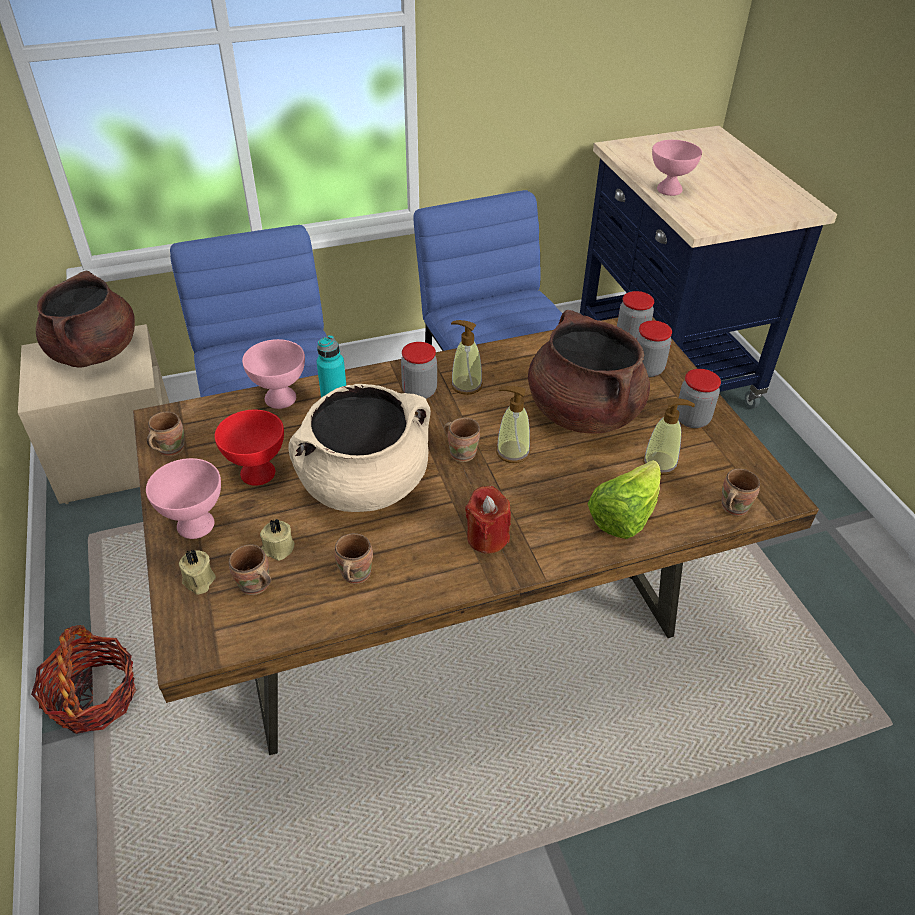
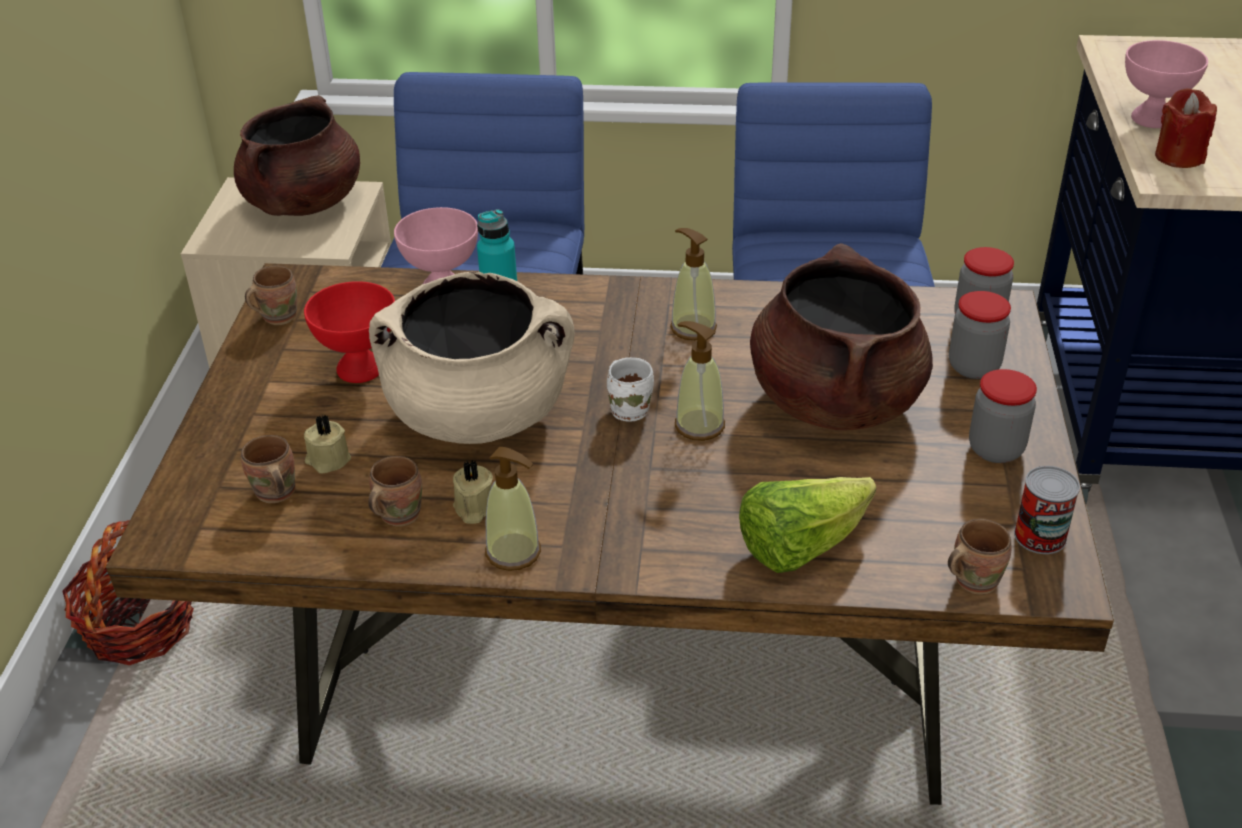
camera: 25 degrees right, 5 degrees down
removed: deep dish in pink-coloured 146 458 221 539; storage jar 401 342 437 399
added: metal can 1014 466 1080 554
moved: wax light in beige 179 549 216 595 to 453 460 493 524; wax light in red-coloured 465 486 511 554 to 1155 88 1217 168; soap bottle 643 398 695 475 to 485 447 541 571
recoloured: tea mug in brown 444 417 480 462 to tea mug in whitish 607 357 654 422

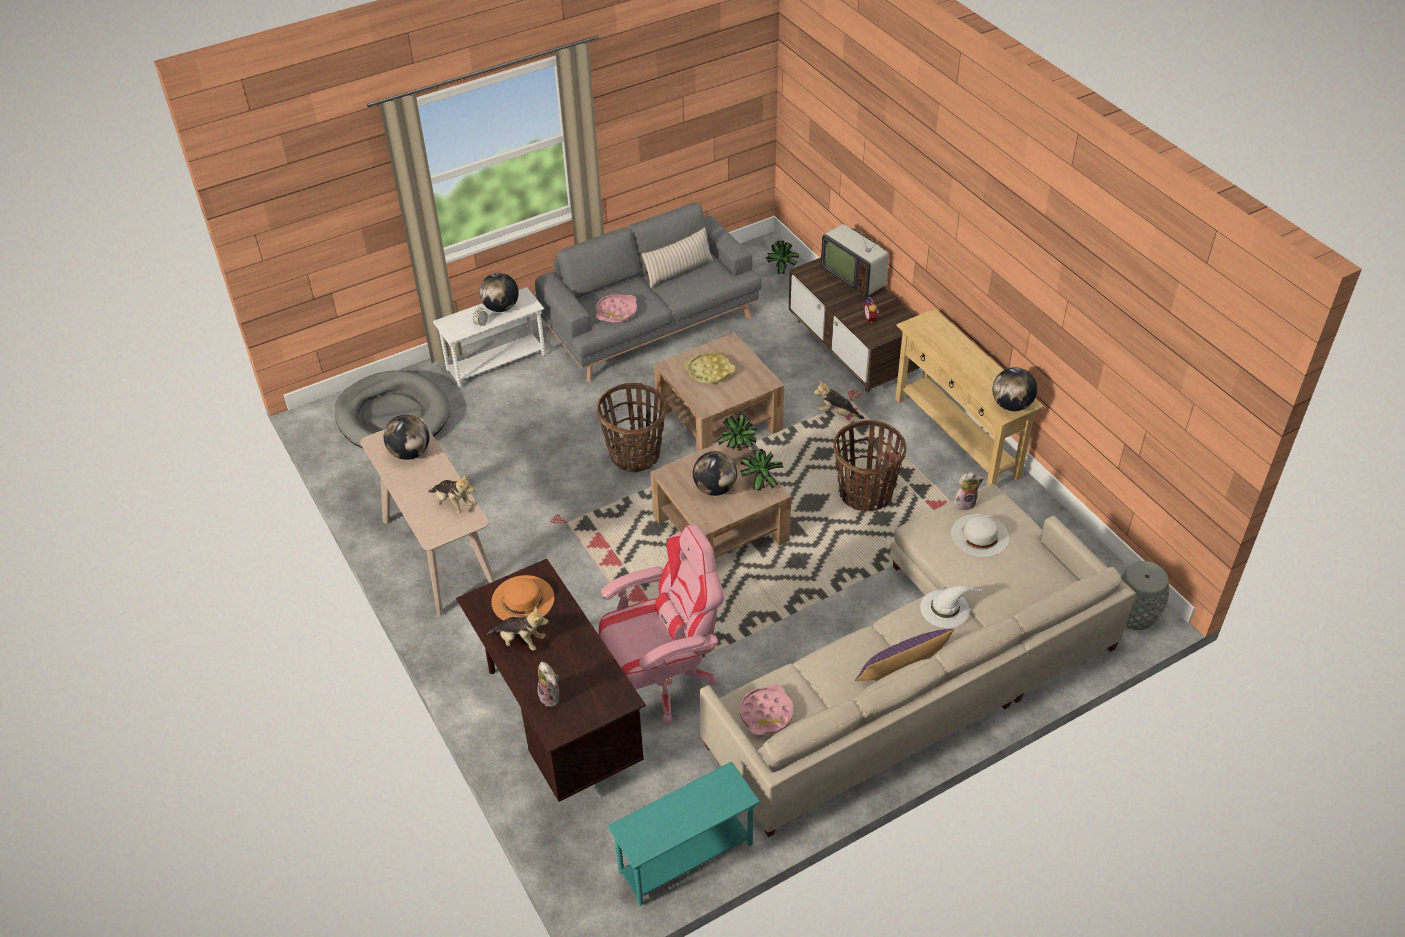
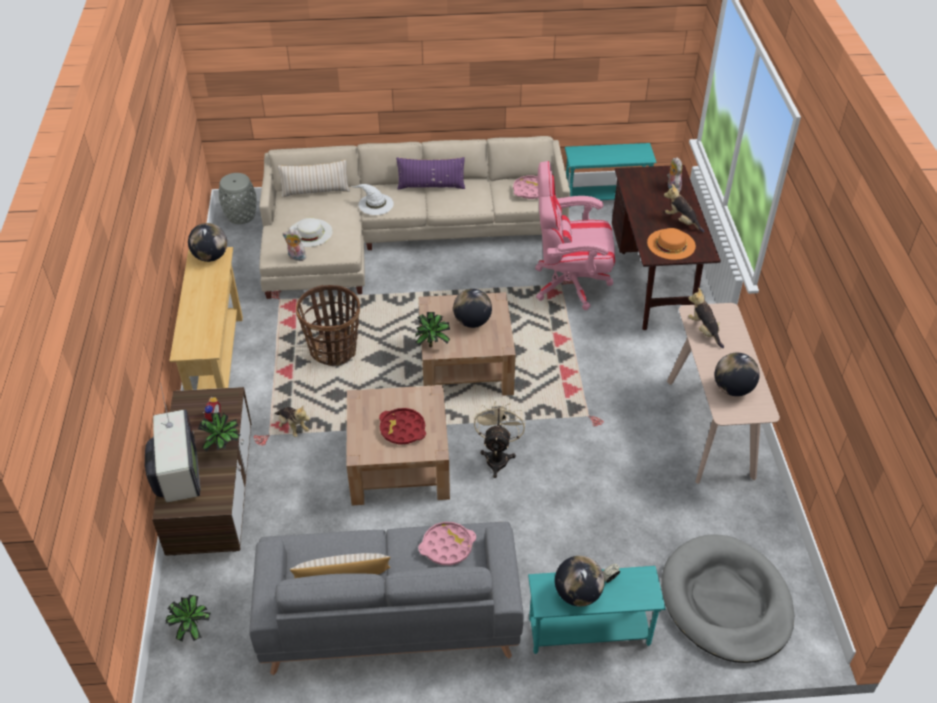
camera: 155 degrees left, 0 degrees up
added: cushion in beige 277 160 350 198
moved: potted plant 740 449 784 491 to 198 412 240 452
replaced: basket 597 383 666 473 to cooling fan in beige 474 401 525 478
recoloured: accent table in whitish 433 287 546 388 to accent table in blue-green 528 566 666 654; carrying tray in yellowish 684 353 735 384 to carrying tray in red-coloured 379 408 426 445

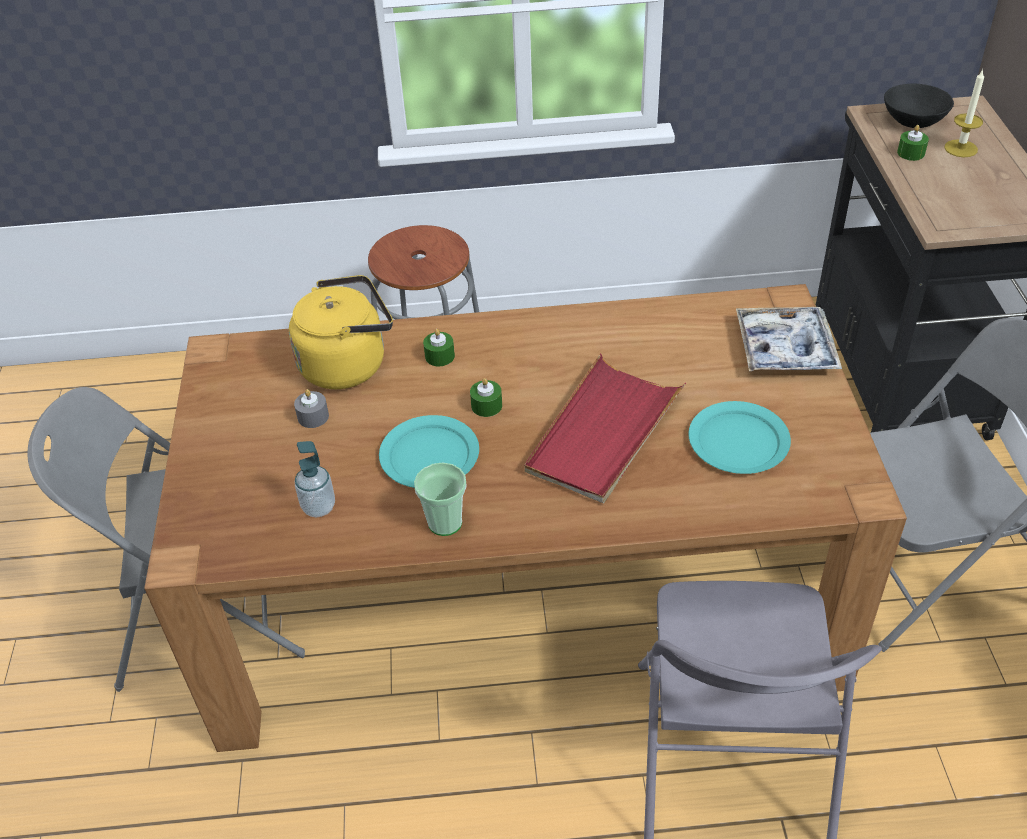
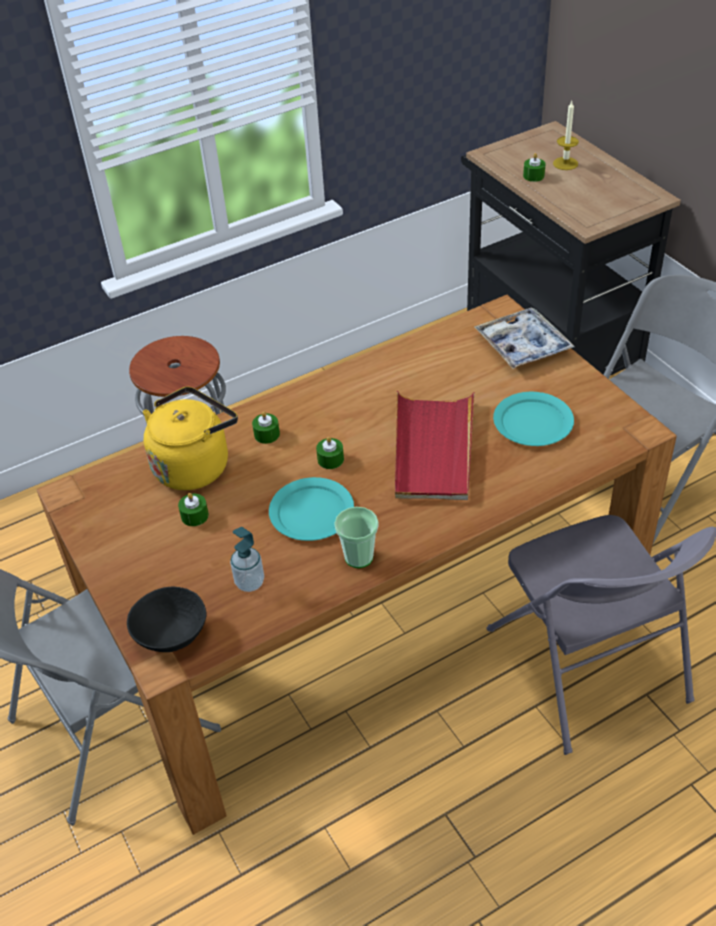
camera: 25 degrees left, 0 degrees up
moved: deep dish in black-coloured 884 84 954 128 to 127 587 207 652
recoloured: wax light in greyish 294 389 329 428 to wax light in green 178 493 209 526

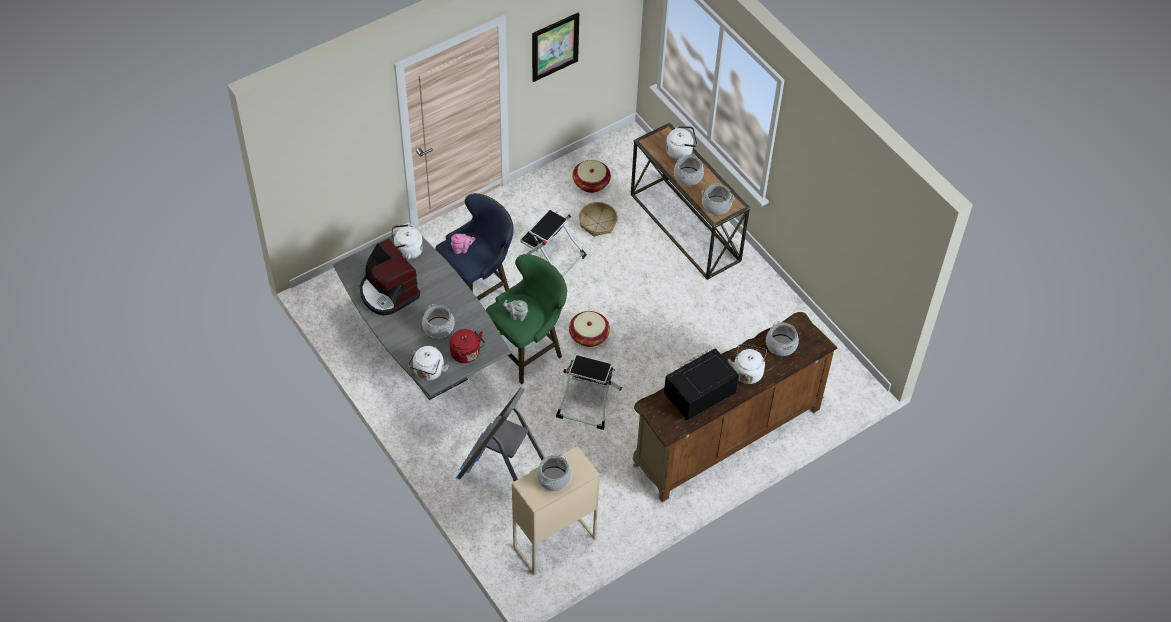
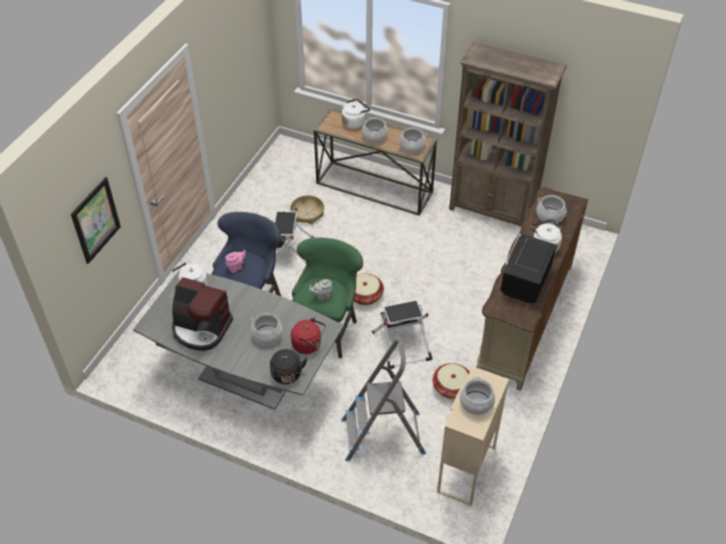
camera: 30 degrees left, 5 degrees down
added: shelving unit in brown 449 42 567 226
moved: wall picture 532 12 579 82 to 71 177 121 264; basket 573 160 611 193 to 433 363 470 399
recoloured: water kettle in whitish 408 346 449 381 to water kettle in black-coloured 270 349 307 384

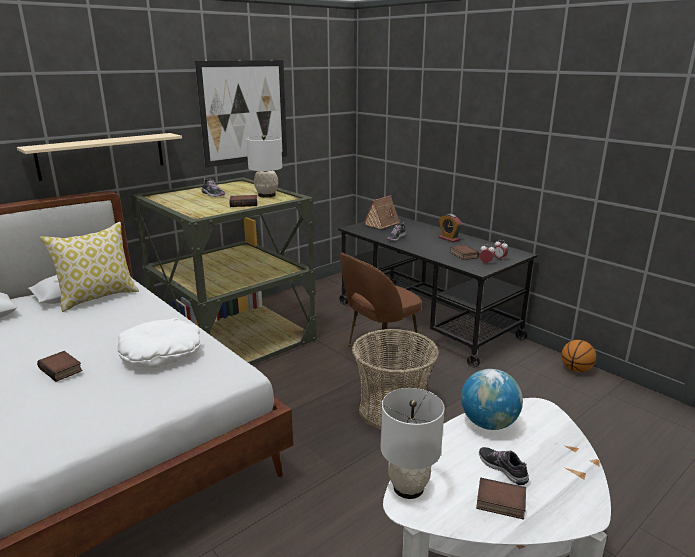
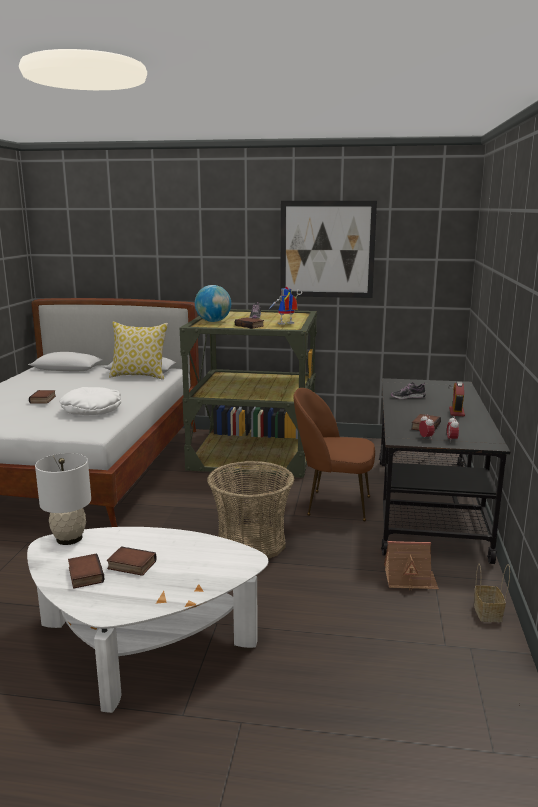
camera: 50 degrees right, 5 degrees down
removed: wall shelf in beige 17 133 182 181
moved: model house 364 195 401 229 to 384 541 439 590; desk globe 461 369 523 430 to 195 285 231 322
replaced: lamp for a table in whitish 246 135 282 197 to robot figure 268 287 302 325; item of footwear 479 447 529 485 to book 107 546 157 576; ball for basketball 561 340 596 372 to basket 474 564 510 622

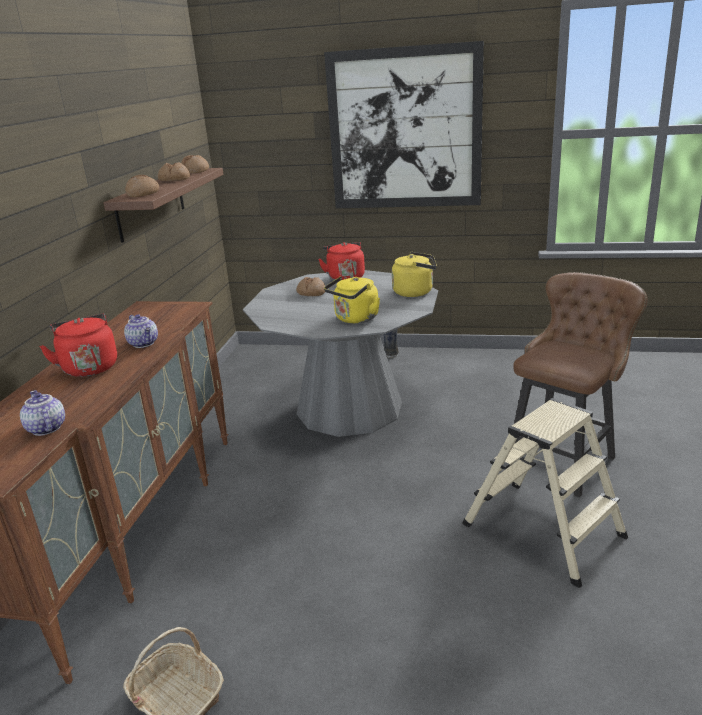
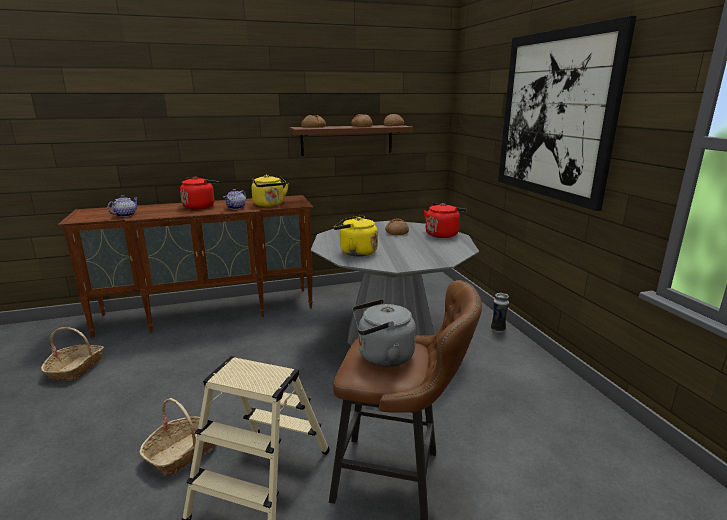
camera: 60 degrees right, 5 degrees down
added: basket 139 398 214 477; water kettle in greyish 352 299 416 367
moved: water kettle in yellowish 392 252 437 297 to 251 175 289 207

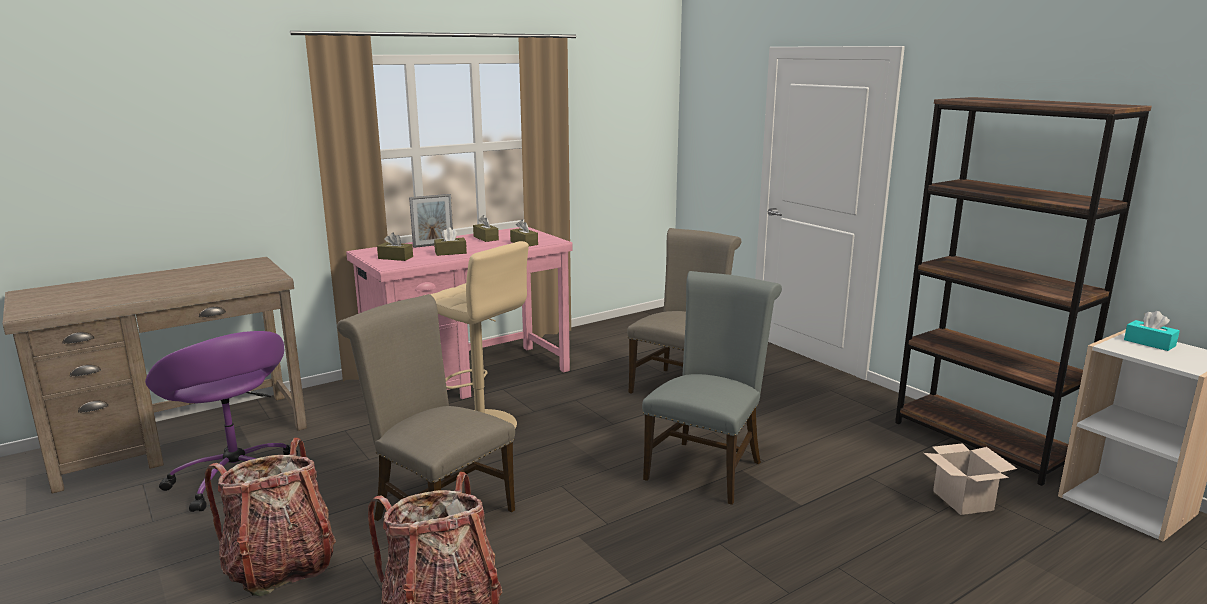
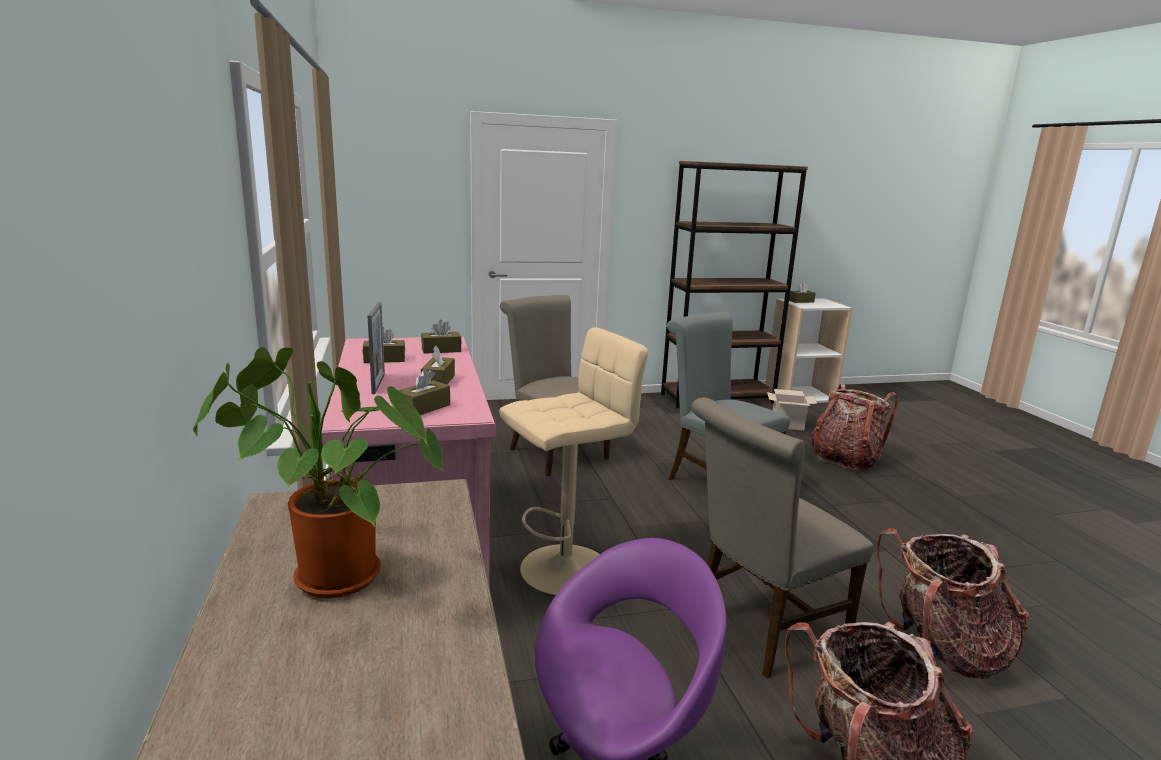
camera: 70 degrees left, 0 degrees up
added: potted plant 193 347 443 598; rucksack 810 384 899 472
recoloured: tissue box in blue-green 1124 311 1180 351 to tissue box in brown 789 282 816 303

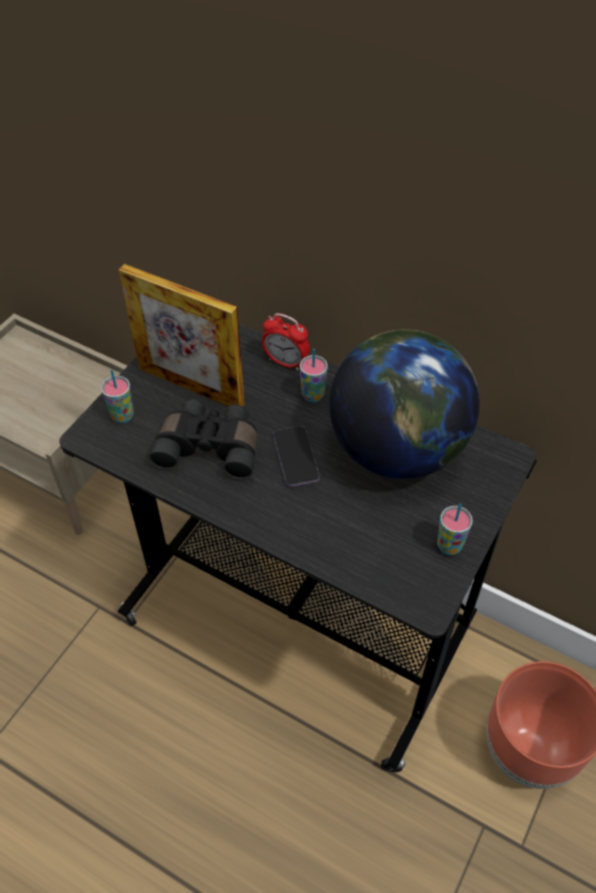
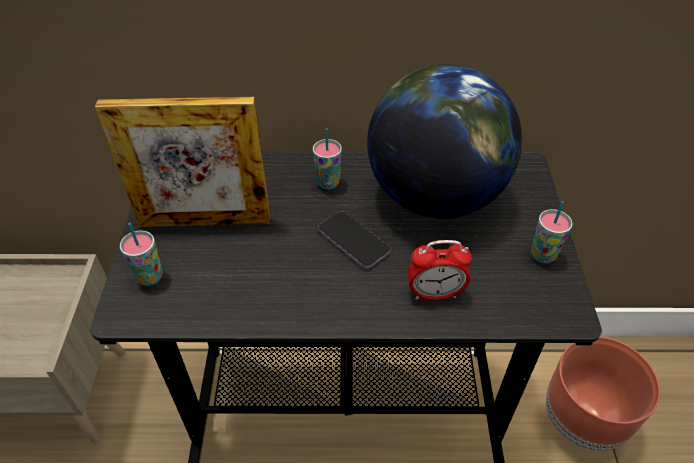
camera: 30 degrees left, 5 degrees down
removed: pair of binoculars in black-coloured 149 399 257 479
moved: alarm clock 262 313 310 371 to 408 240 472 300

